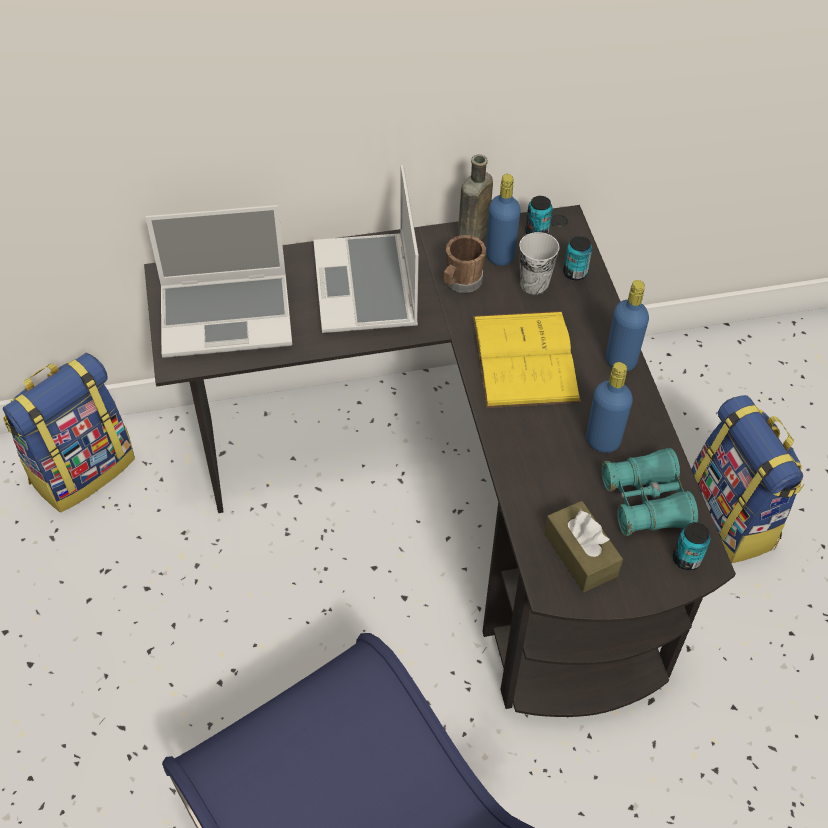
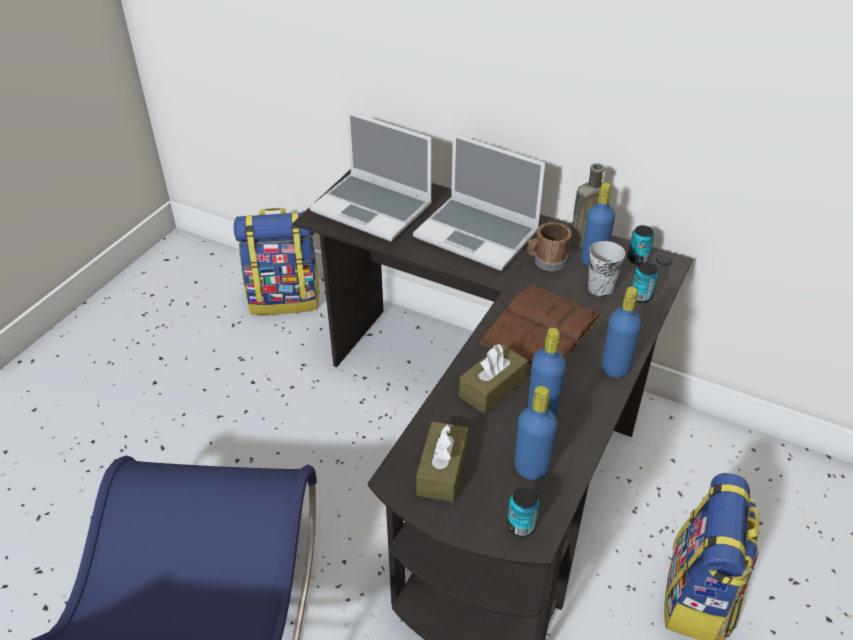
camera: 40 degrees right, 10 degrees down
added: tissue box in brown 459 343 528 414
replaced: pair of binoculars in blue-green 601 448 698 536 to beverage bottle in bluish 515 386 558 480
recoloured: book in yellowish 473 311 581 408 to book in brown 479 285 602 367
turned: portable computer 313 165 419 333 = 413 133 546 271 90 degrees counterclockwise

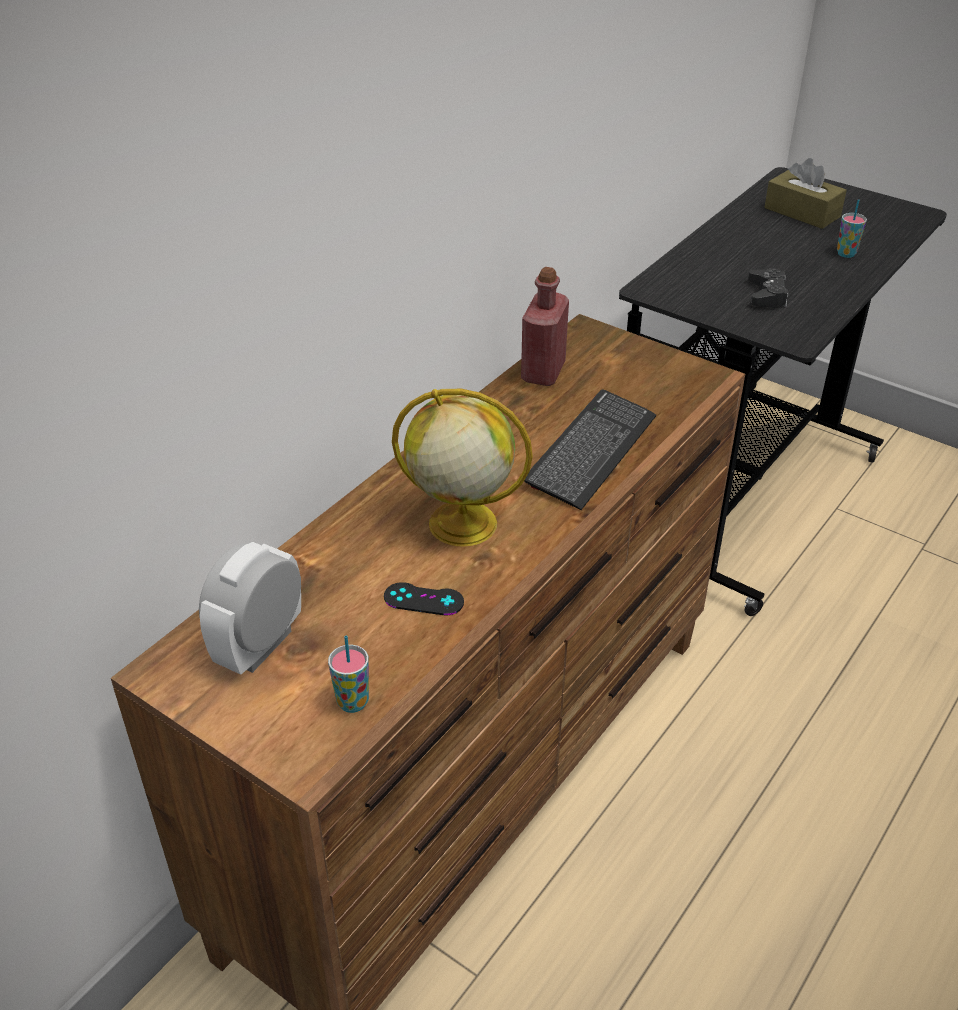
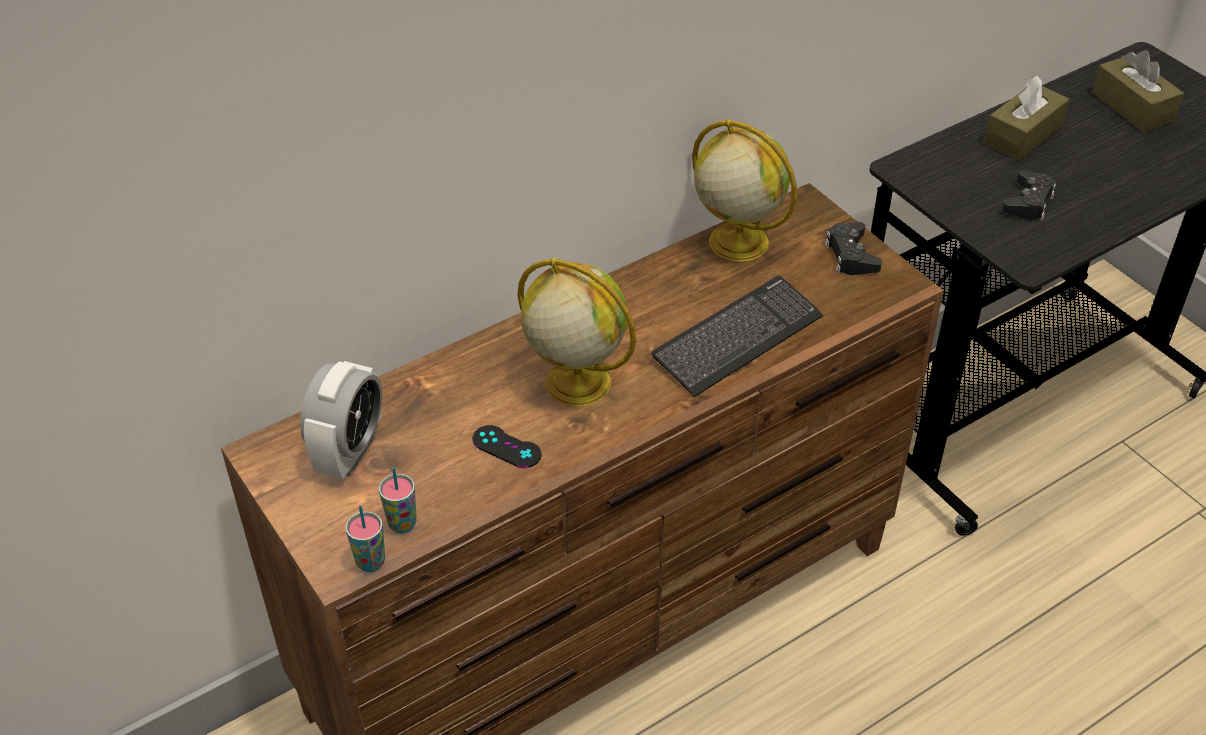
camera: 20 degrees right, 5 degrees up
added: game controller in black-coloured 825 222 882 275; tissue box in brown 984 76 1070 161
moved: drinking cup 837 199 867 258 to 346 506 385 572
replaced: beverage bottle in red-coloured 521 267 569 386 to desk globe 692 119 797 262
turned: alarm clock 199 542 301 675 = 300 361 382 479 150 degrees clockwise

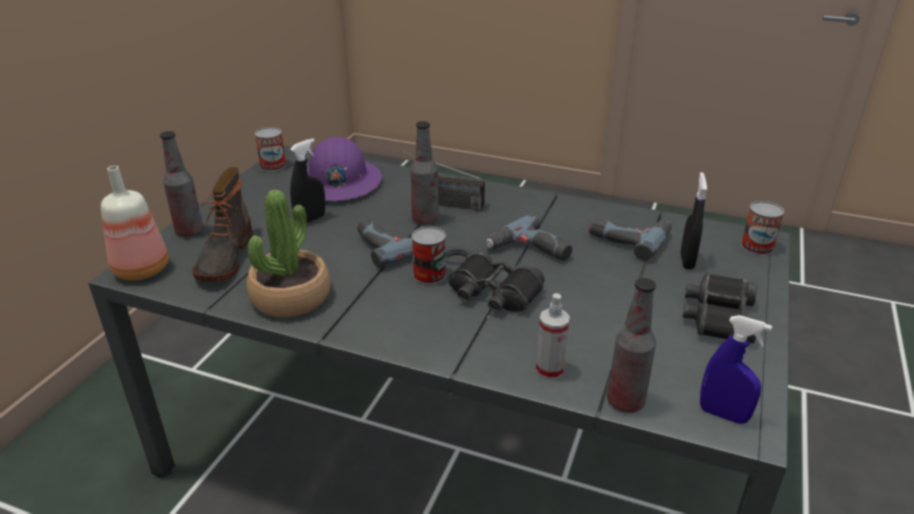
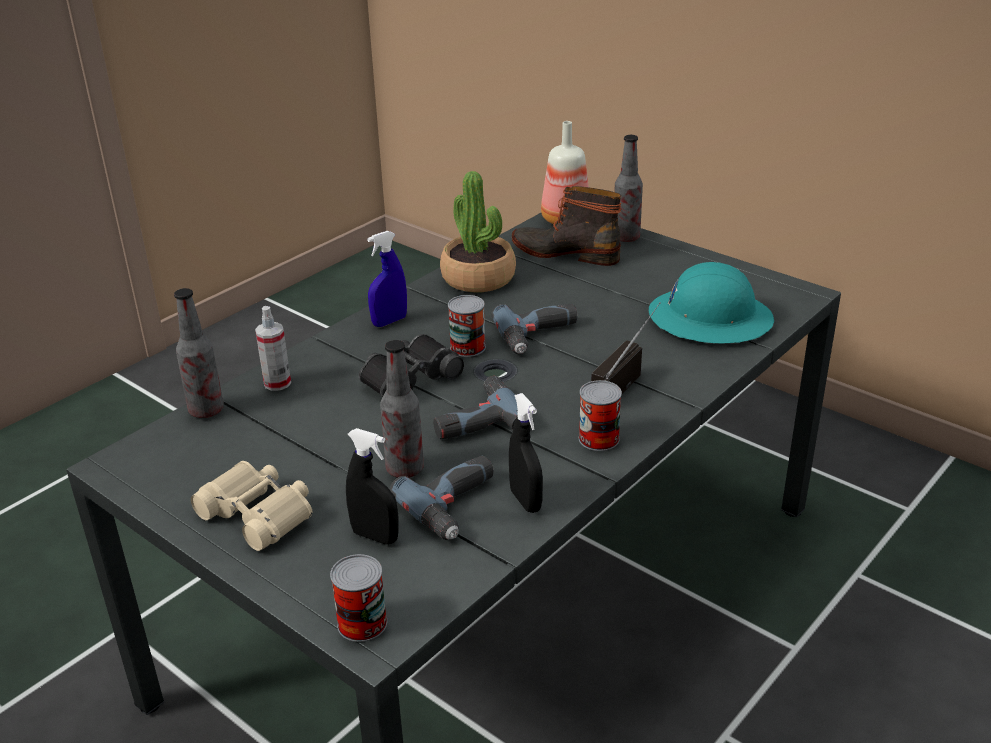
camera: 110 degrees right, 0 degrees up
moved: metal can 255 127 286 171 to 579 380 622 451; sprayer in black-coloured 290 139 325 223 to 509 393 543 513; beverage bottle 411 121 439 224 to 380 340 424 478; sprayer in bluish 700 315 772 424 to 367 231 407 327
recoloured: safety helmet in purple 307 136 382 201 to safety helmet in blue-green 649 262 774 343; pair of binoculars in black-coloured 682 273 758 343 to pair of binoculars in beige 191 461 312 551

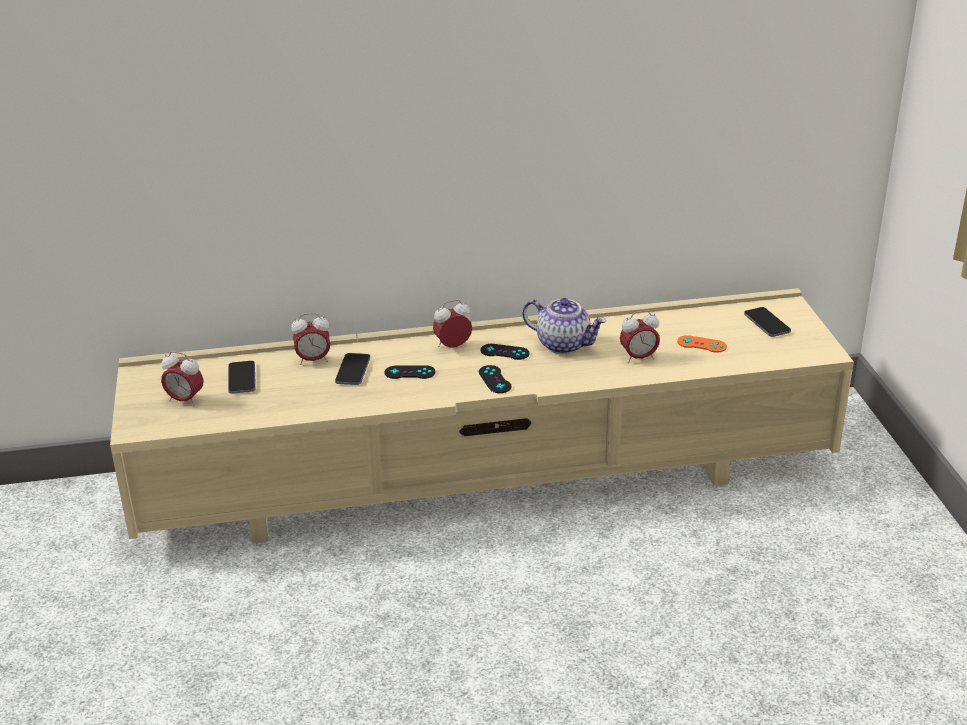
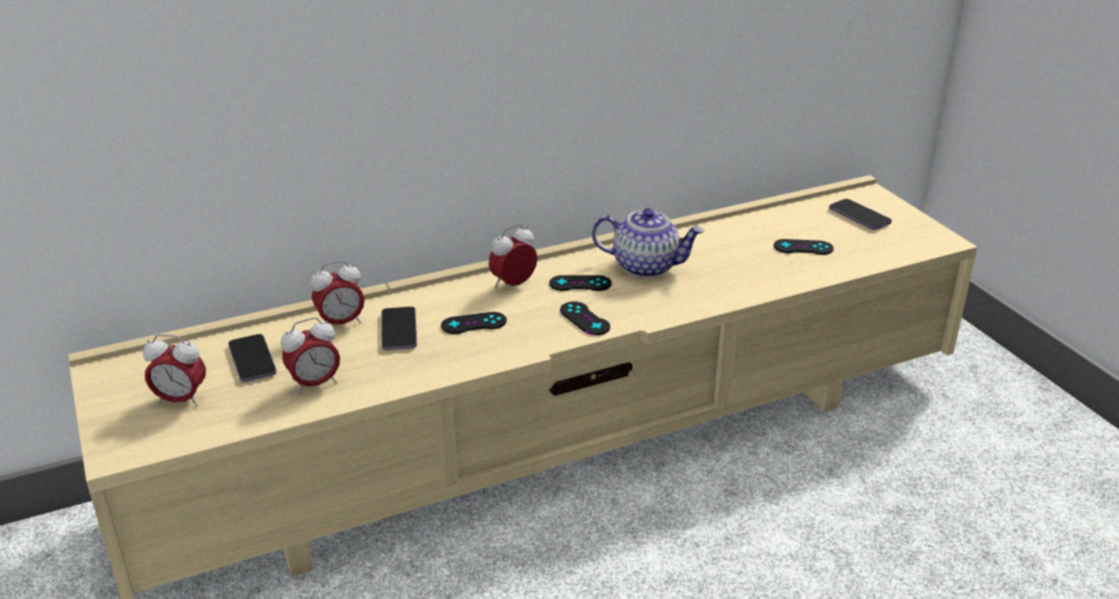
camera: 15 degrees left, 0 degrees up
moved: alarm clock 620 310 660 363 to 281 317 340 395
recoloured: game controller in orange-coloured 677 335 727 353 to game controller in black-coloured 774 239 834 255

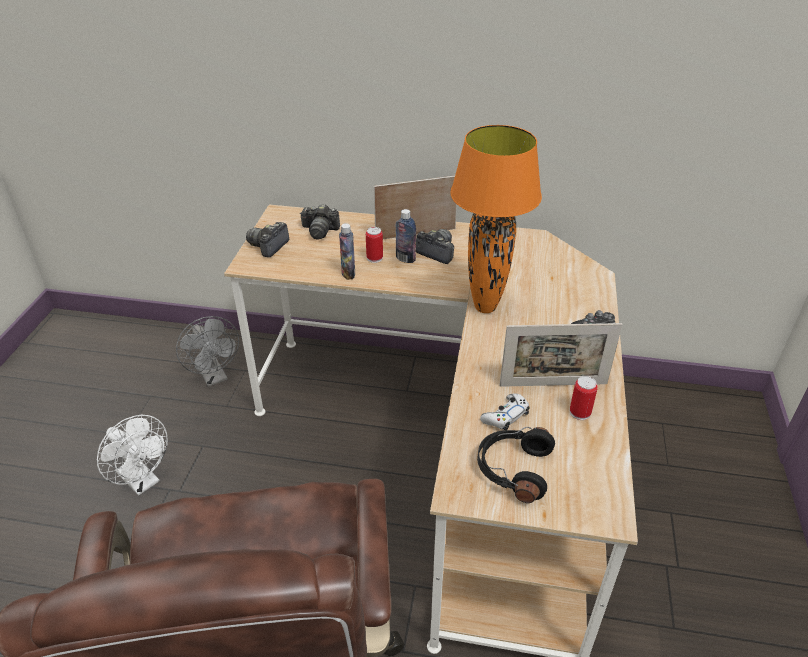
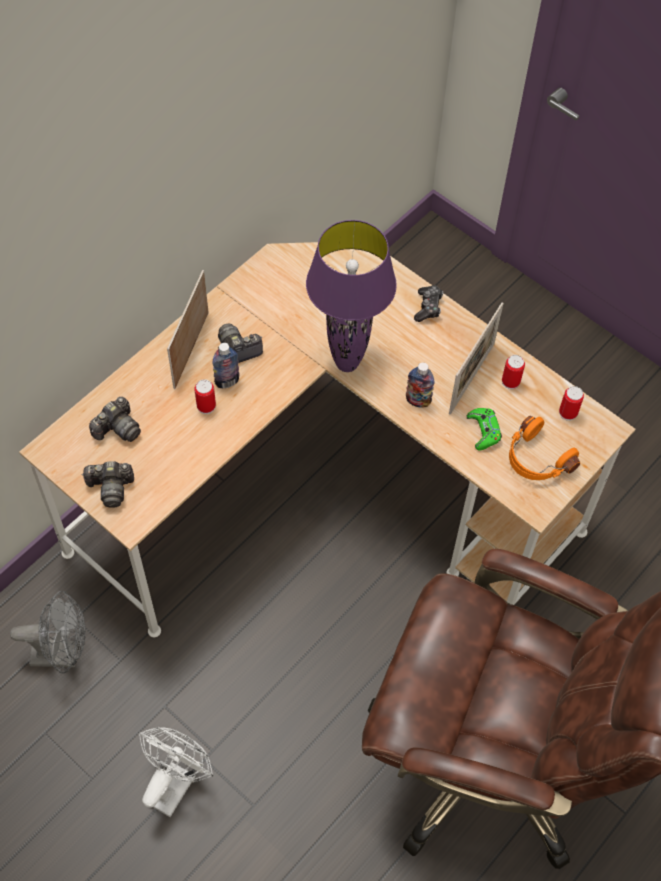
camera: 60 degrees left, 20 degrees up
added: metal can 559 386 584 421
moved: beverage bottle 339 223 355 280 to 406 362 435 408
recoloured: lamp for a table in orange-coloured 450 125 542 313 to lamp for a table in purple 306 220 397 372; pair of headphones in black-coloured 477 427 555 503 to pair of headphones in orange-coloured 509 416 580 480; game controller in whitish 480 393 530 430 to game controller in green 467 408 502 450
turned: cooling fan in whitish 97 415 168 495 = 139 727 214 817 45 degrees counterclockwise; photo camera 246 222 289 257 = 82 461 134 508 60 degrees counterclockwise

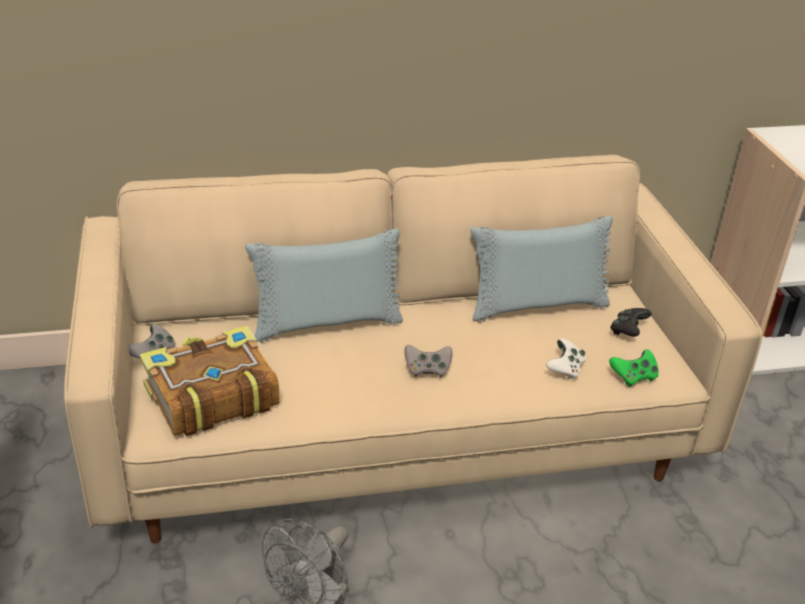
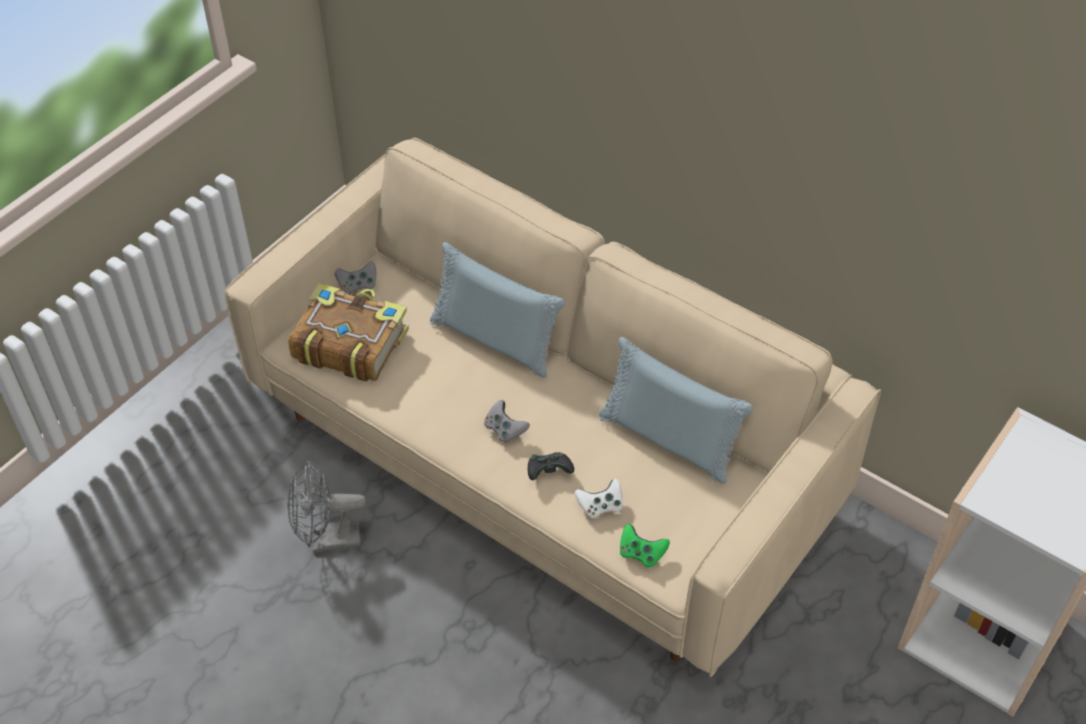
camera: 50 degrees right, 15 degrees up
moved: game controller in black-coloured 610 308 652 337 to 528 452 574 480

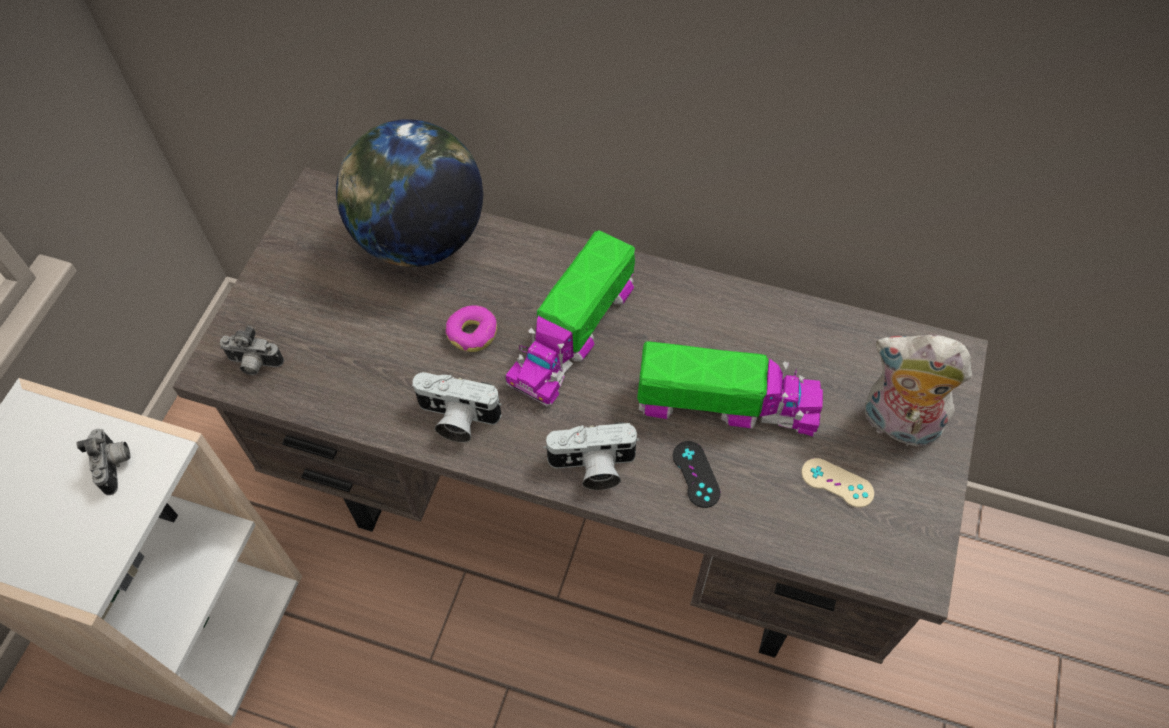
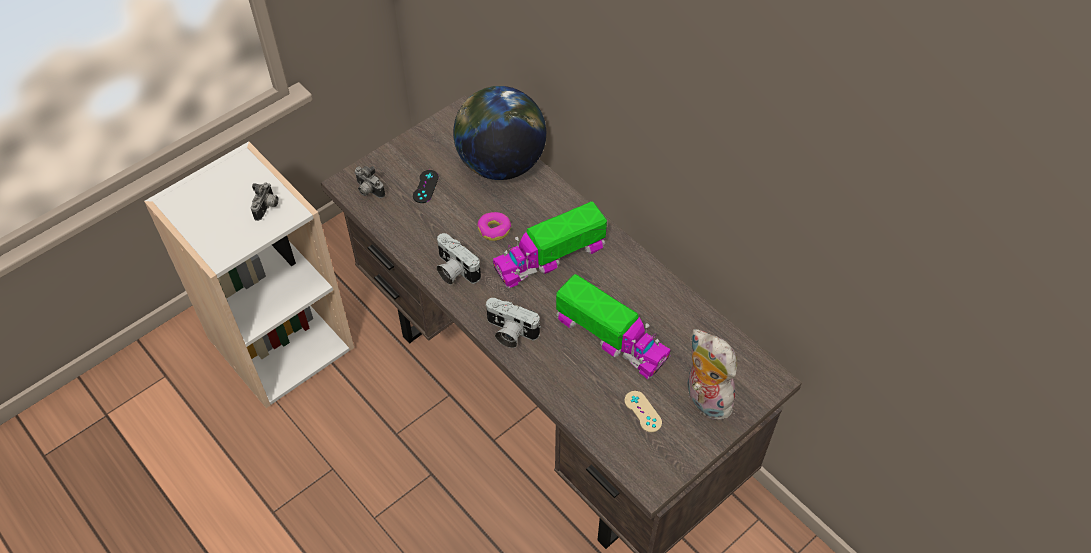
camera: 30 degrees right, 5 degrees down
moved: game controller in black-coloured 673 441 721 508 to 413 170 439 203

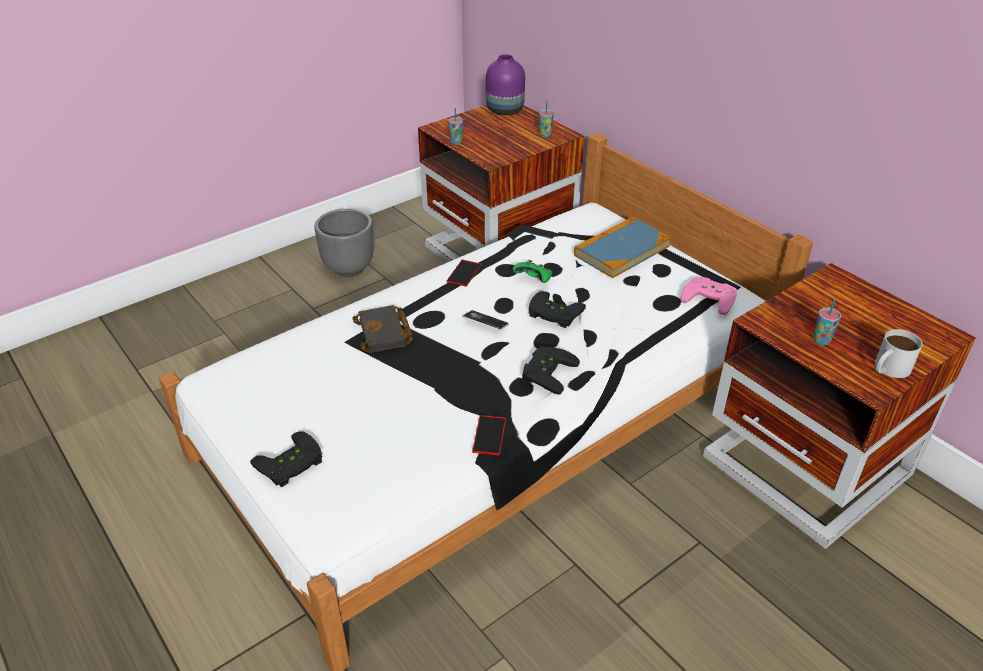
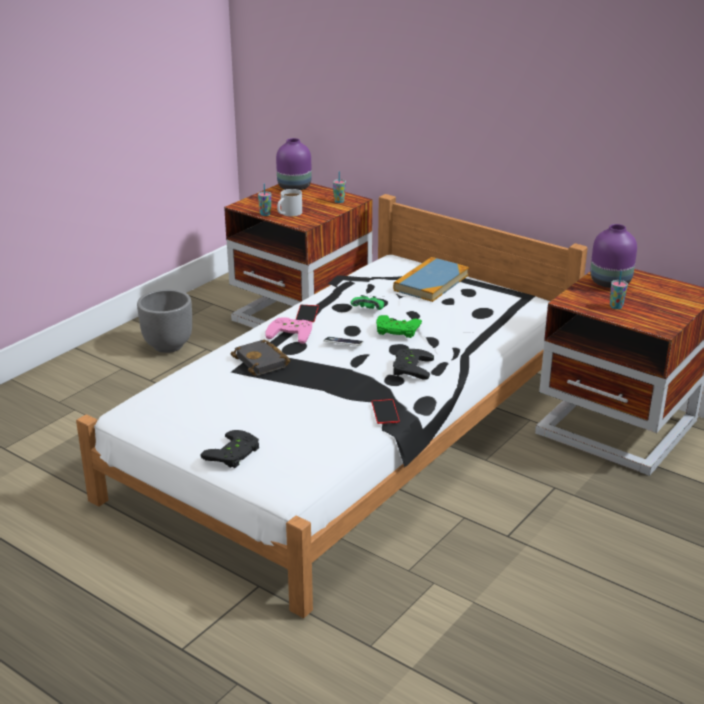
camera: 15 degrees left, 10 degrees down
added: vase in purple 590 224 637 288
moved: game controller in pink-coloured 680 276 737 315 to 265 318 312 344; tea mug in whitish 875 329 923 378 to 277 189 302 216
recoloured: game controller in black-coloured 529 291 586 328 to game controller in green 376 315 422 338

